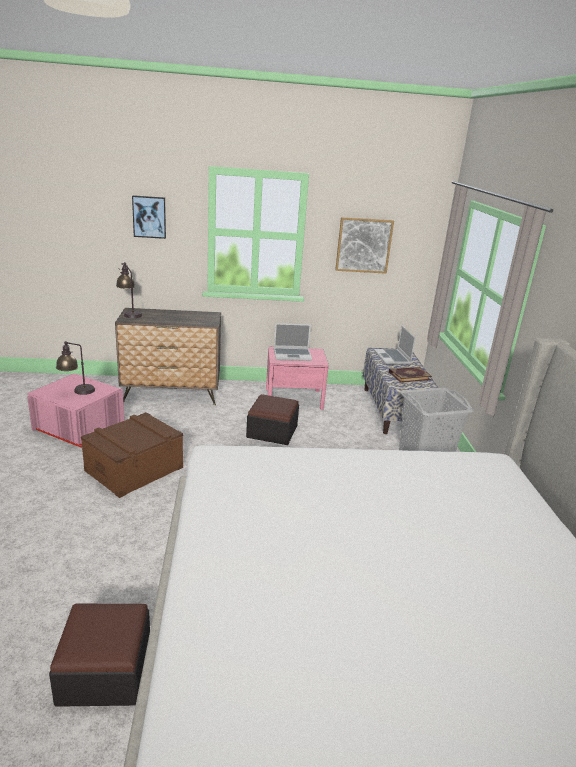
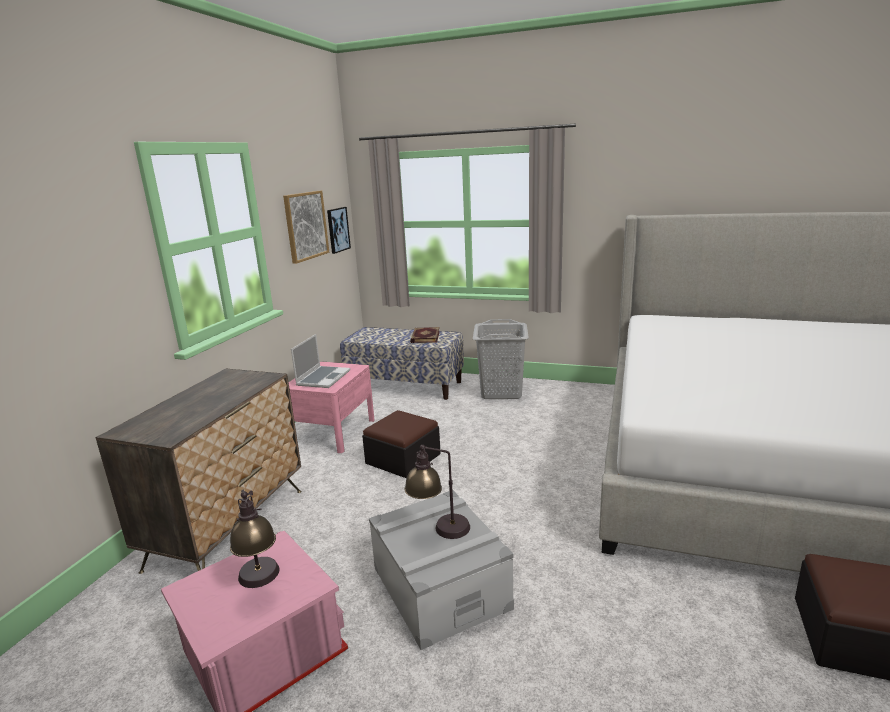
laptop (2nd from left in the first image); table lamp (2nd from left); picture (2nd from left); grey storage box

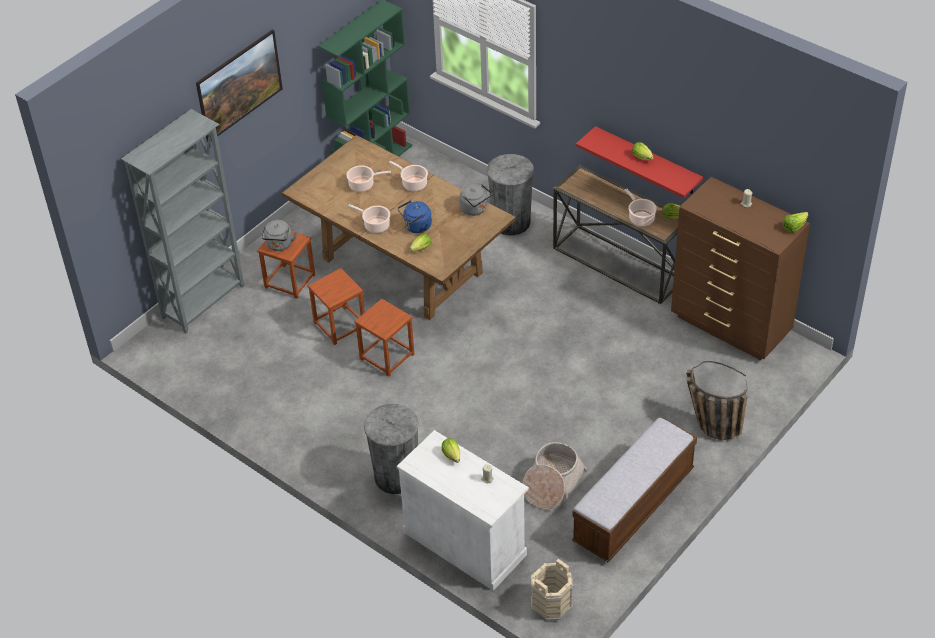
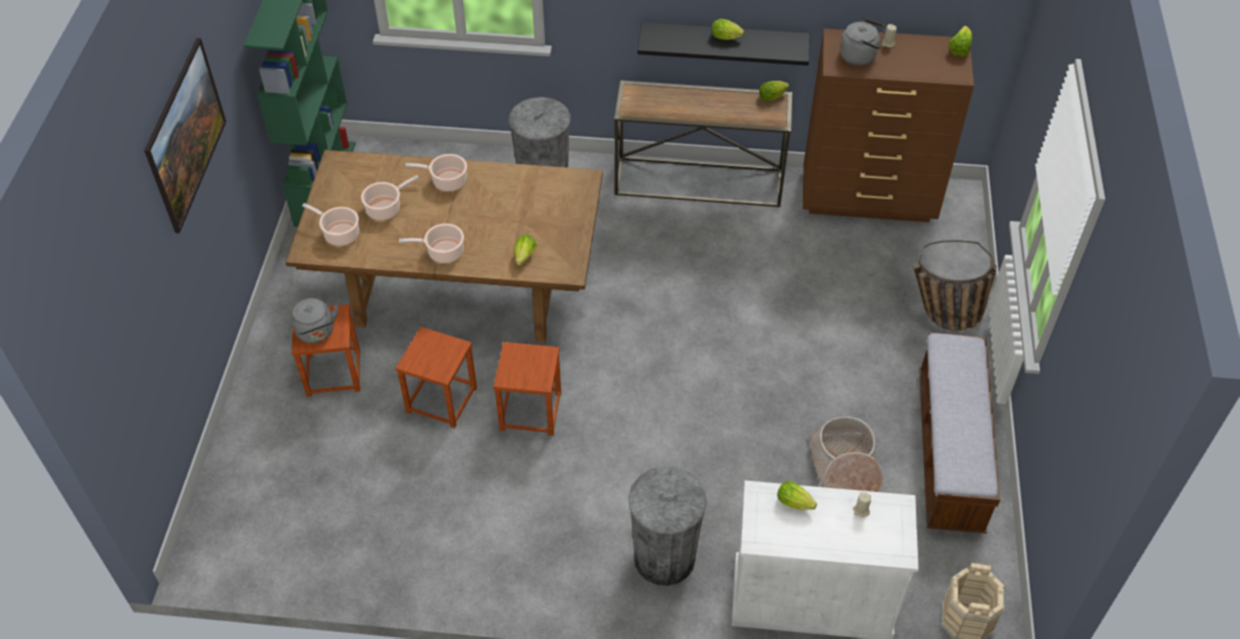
grey bookcase; blue kettle; grey kettle (2nd from left); cooking pot (1st from left); black shelf

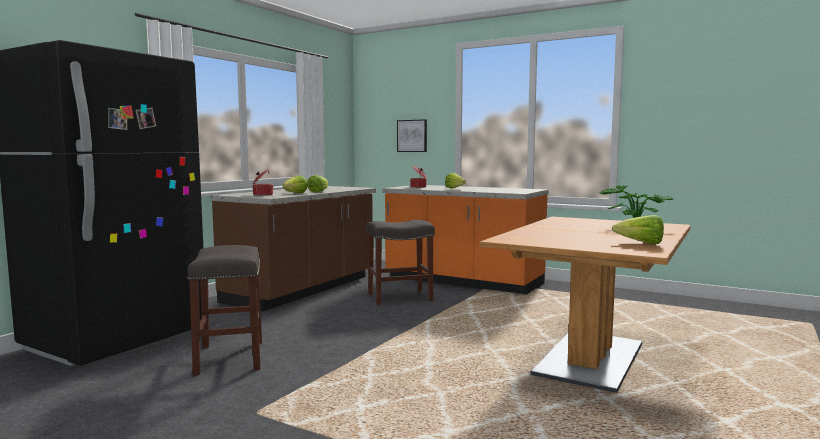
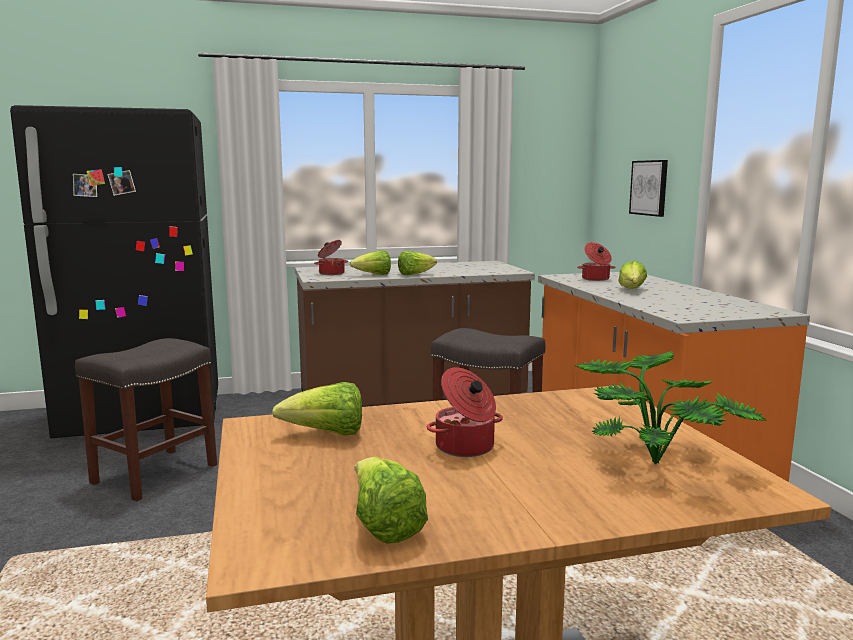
lettuce (1st from left); cooking pot (2nd from left)

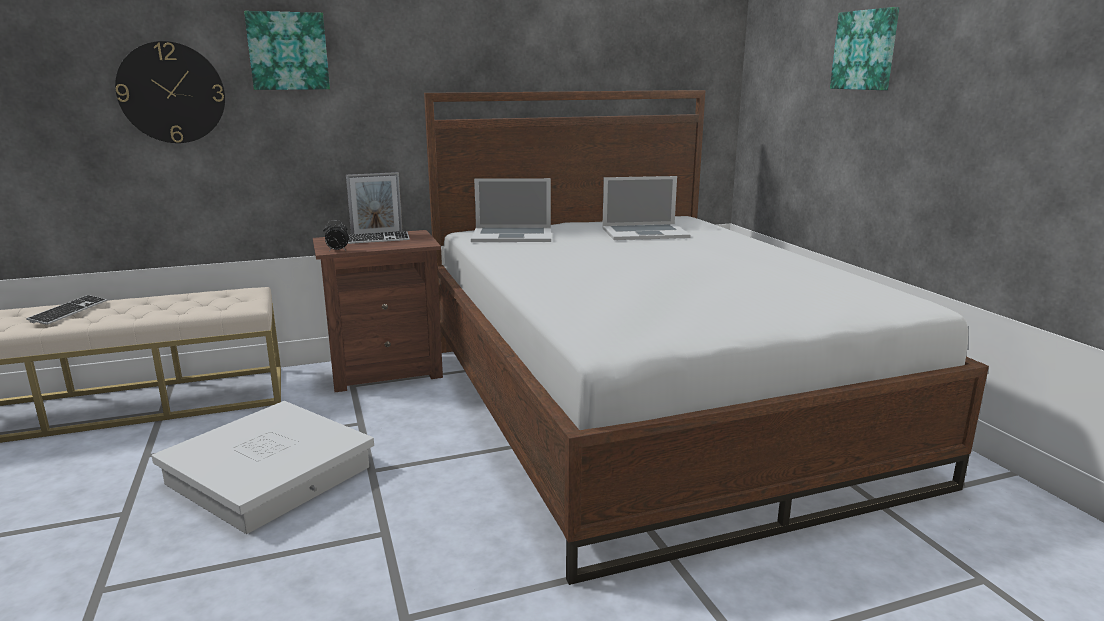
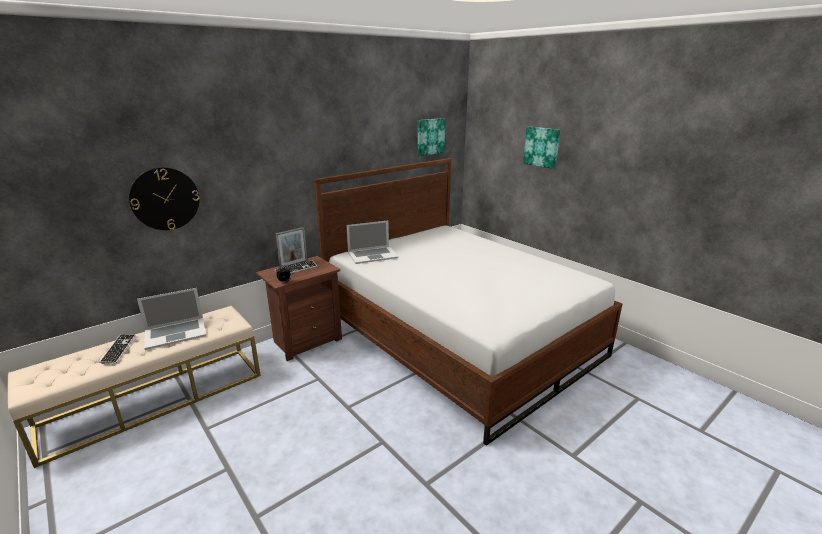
white storage box; picture (1st from left); laptop (1st from left)

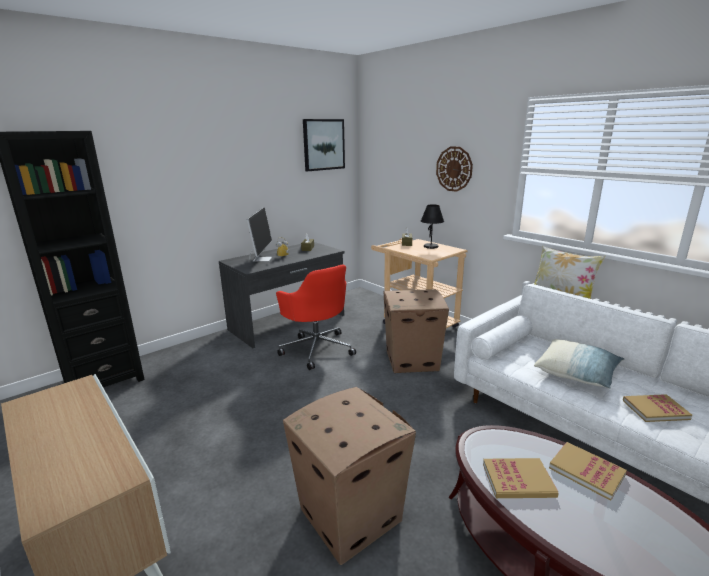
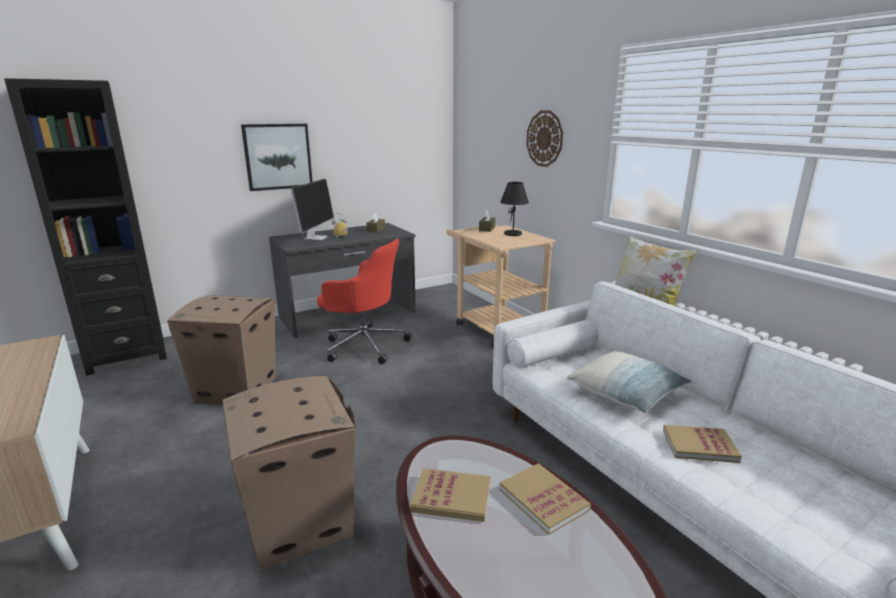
picture; cardboard box (1st from left); red office chair

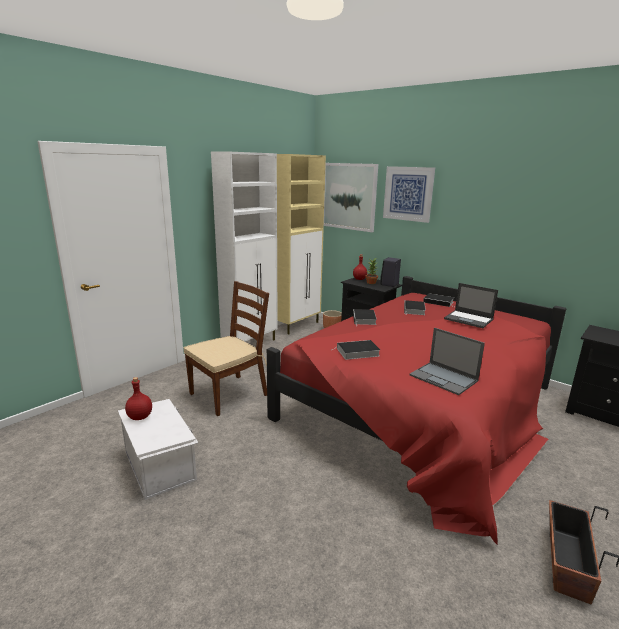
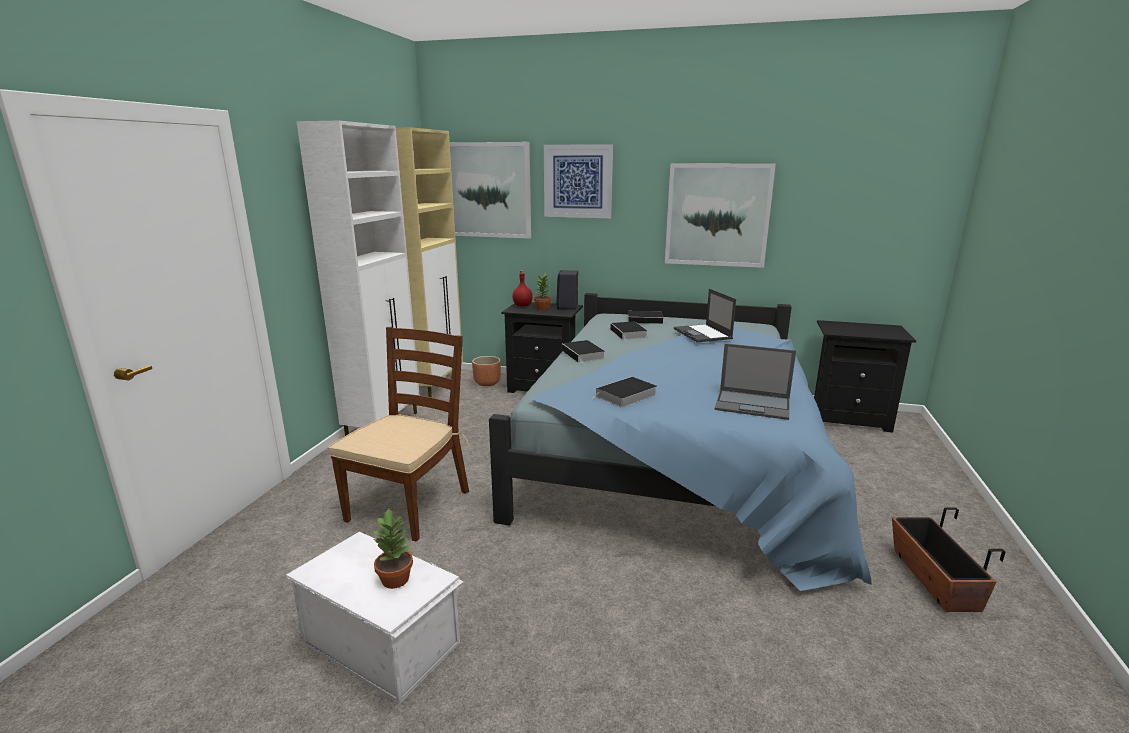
red bottle (1st from left in the first image); potted plant (1st from left); picture (3rd from left); blue bed; laptop (1st from left)

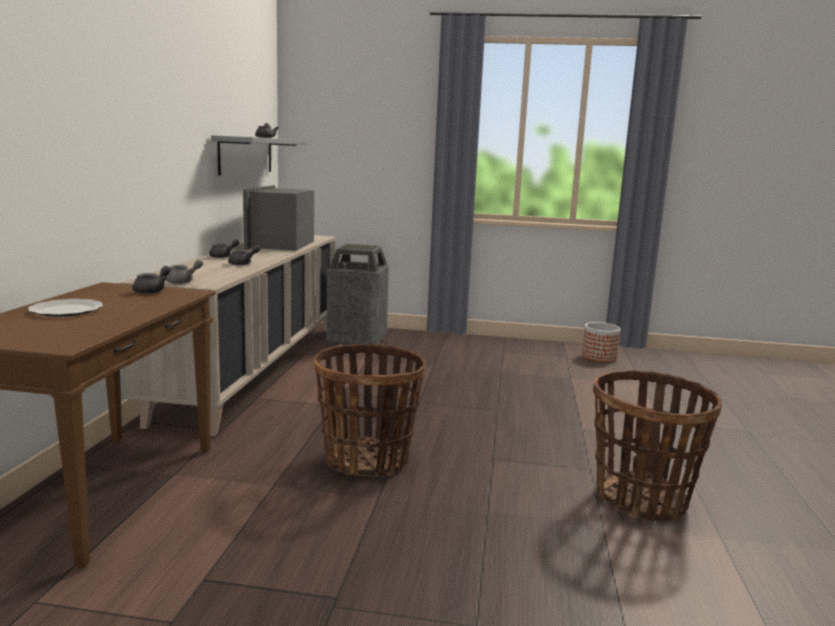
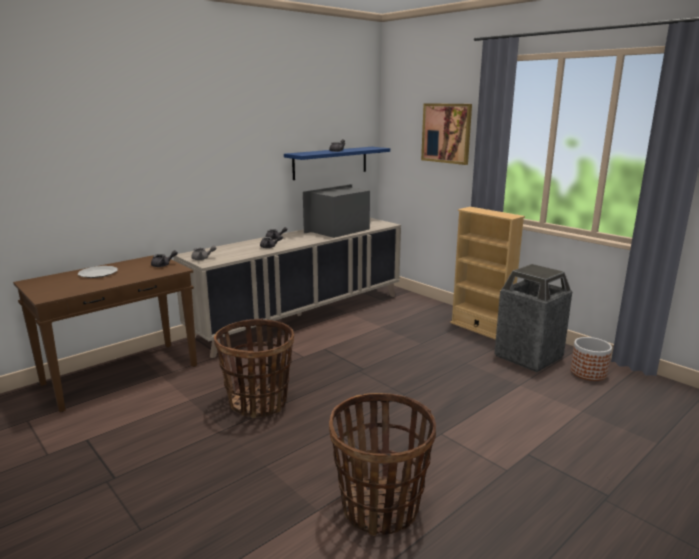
picture; beige bookcase; trash can; blue shelf

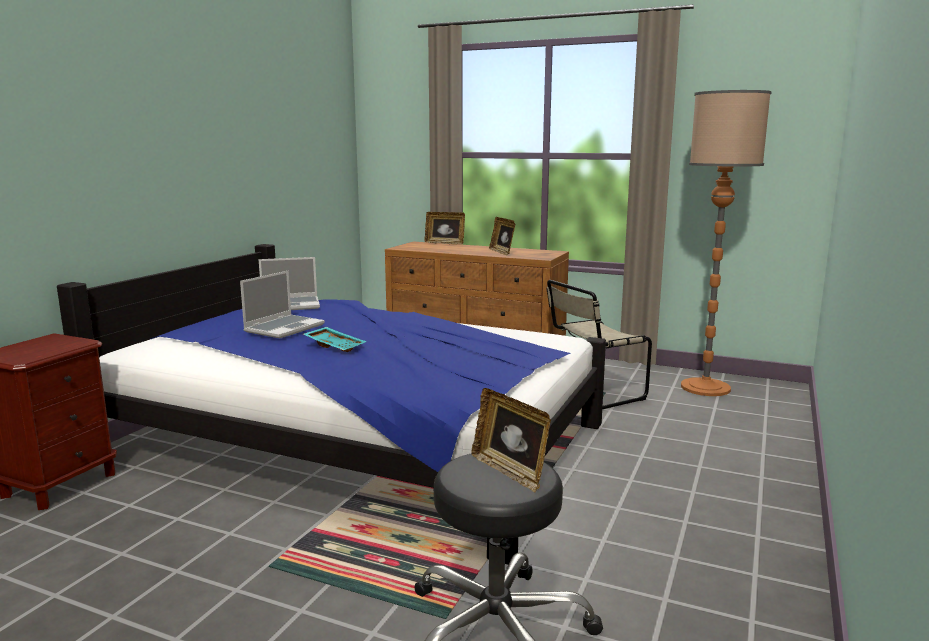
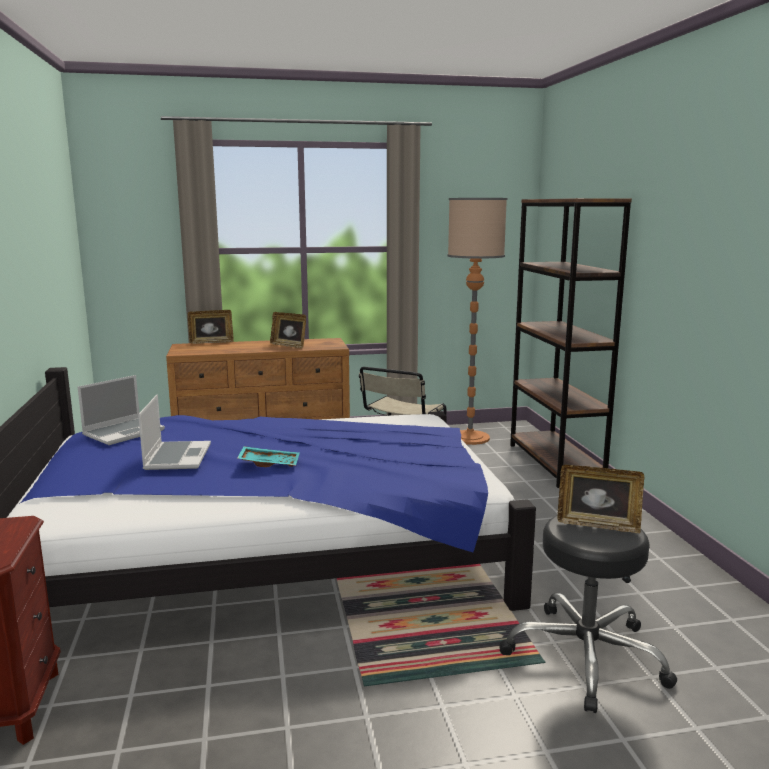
brown bookcase

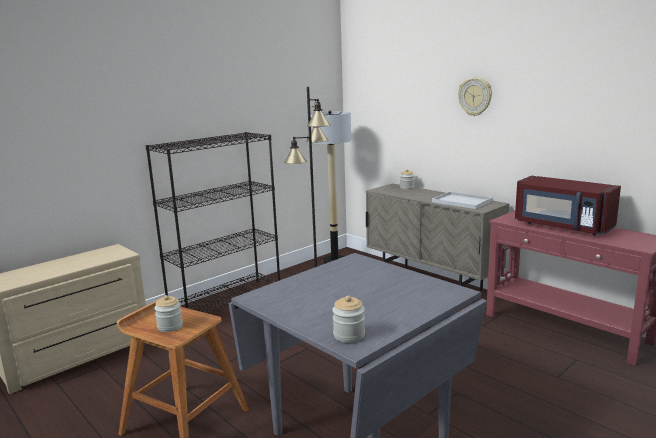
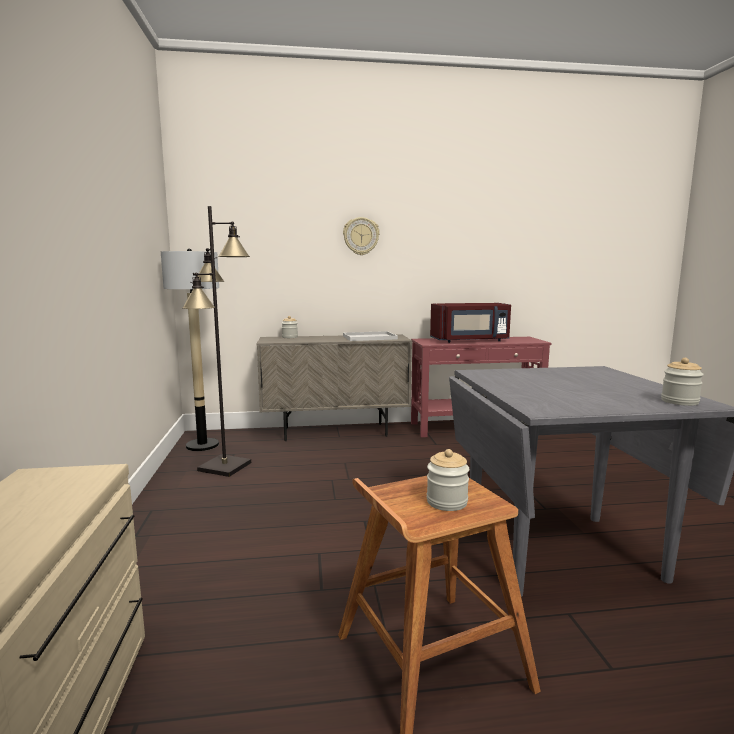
black bookcase

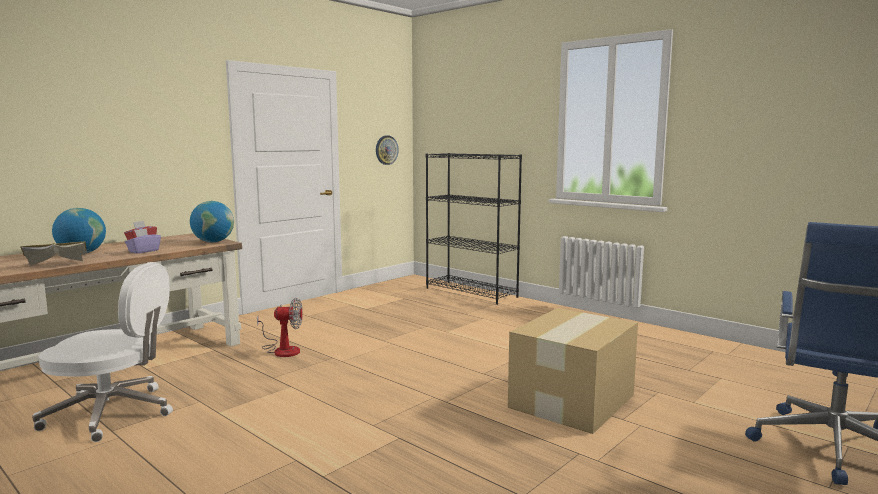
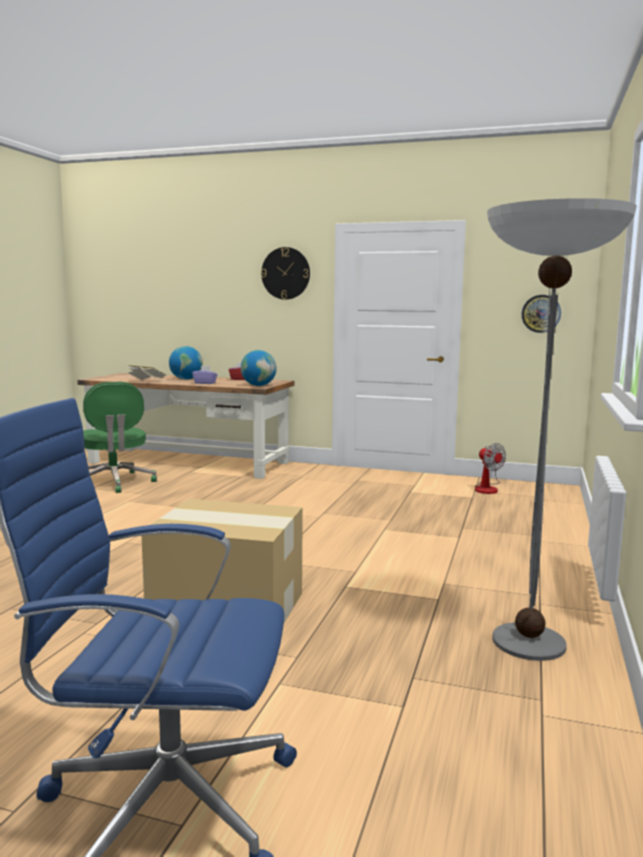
black bookcase; wall clock (1st from left); floor lamp; fan; green office chair

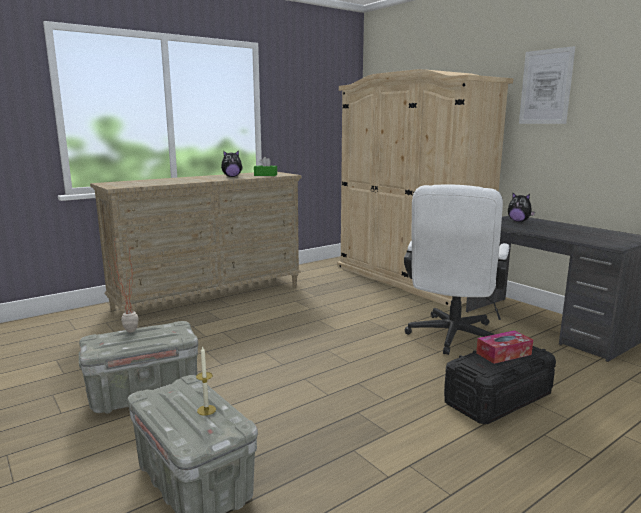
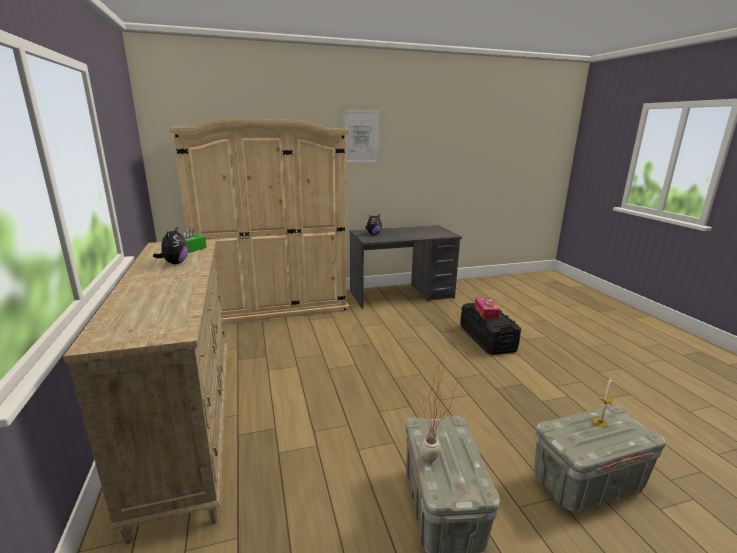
white office chair

